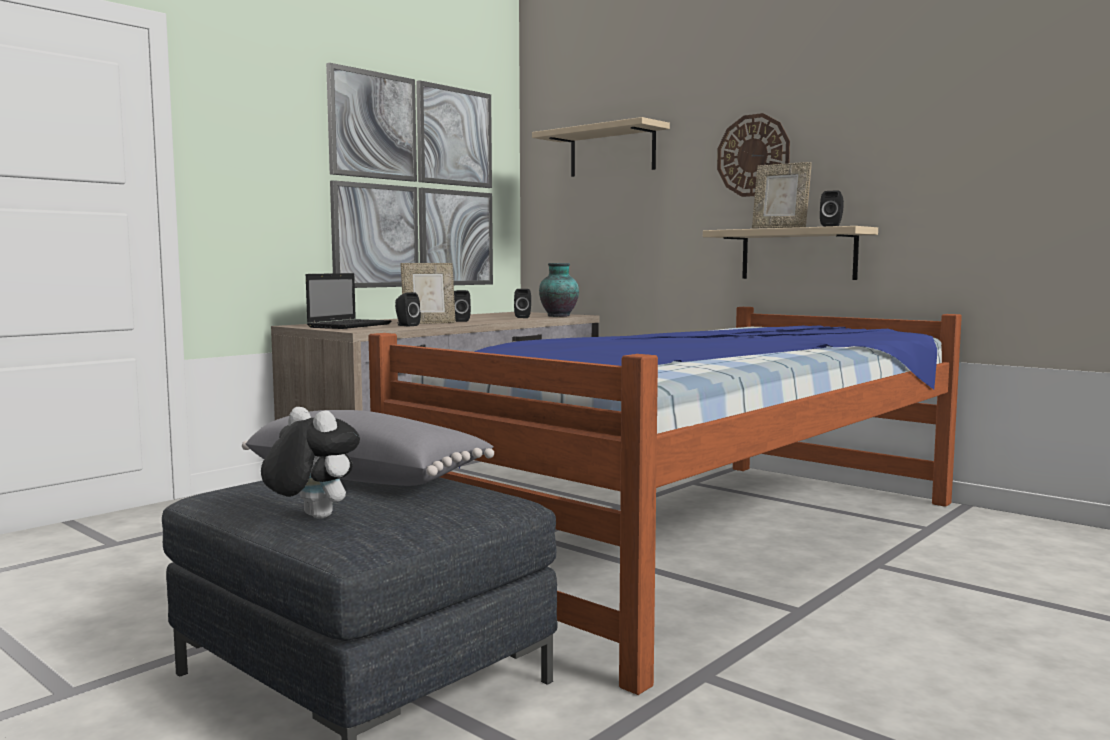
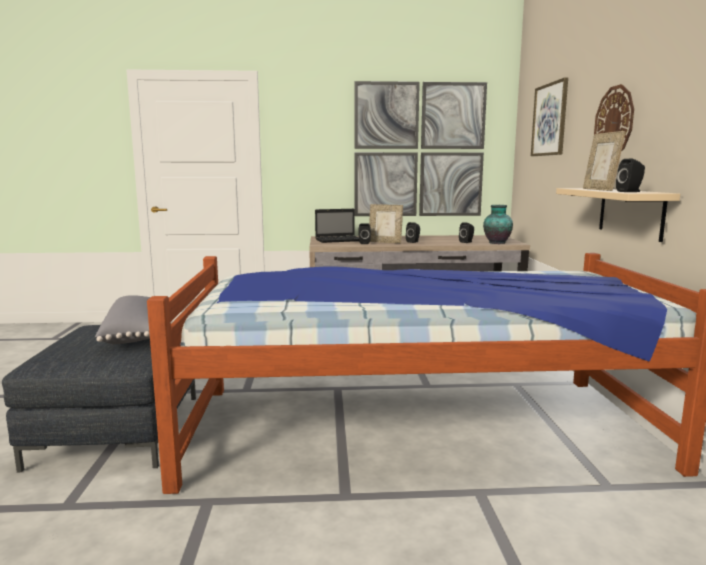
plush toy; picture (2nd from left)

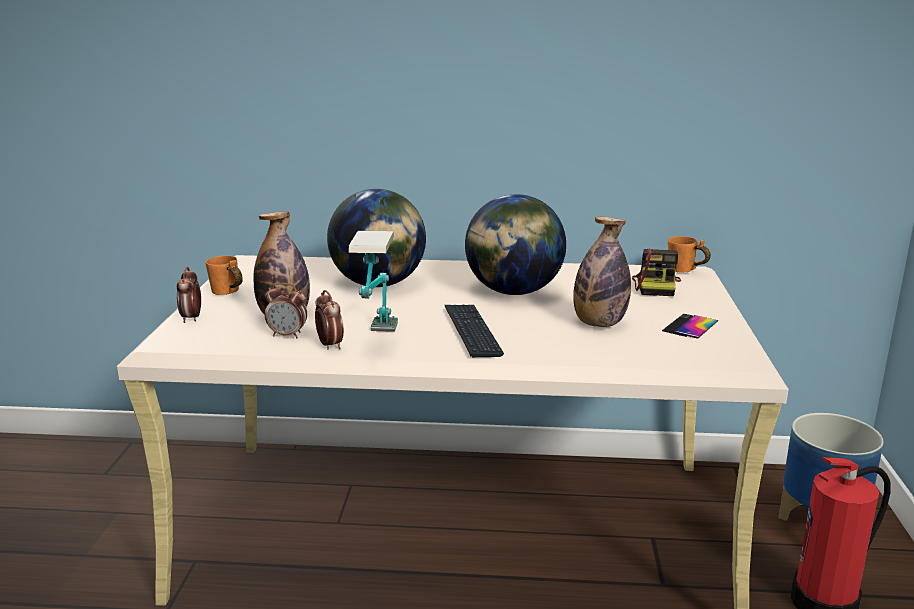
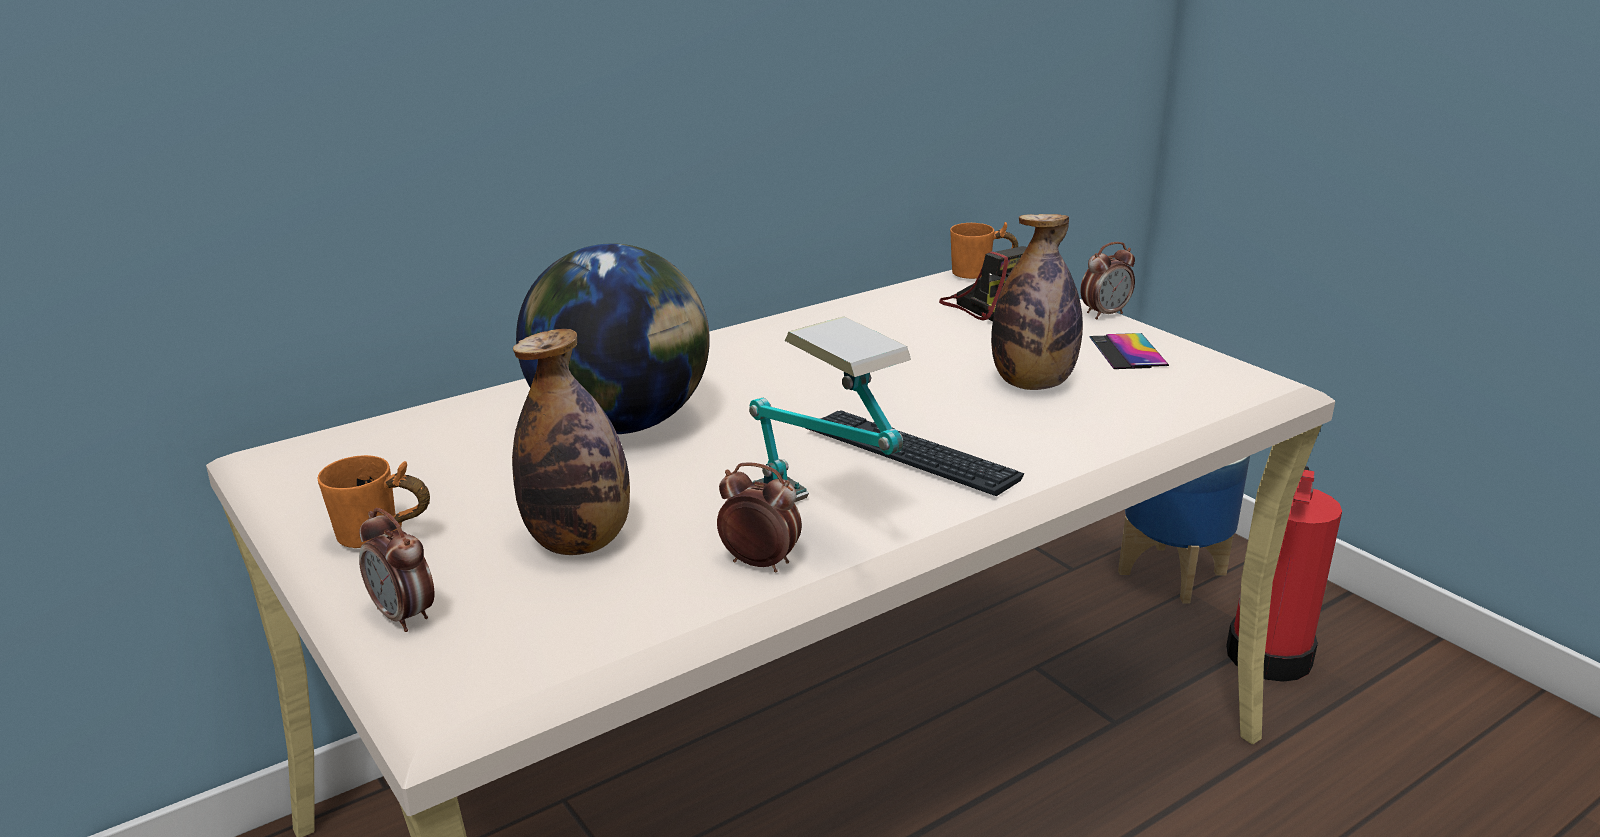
globe (2nd from left in the first image); alarm clock (3rd from left)

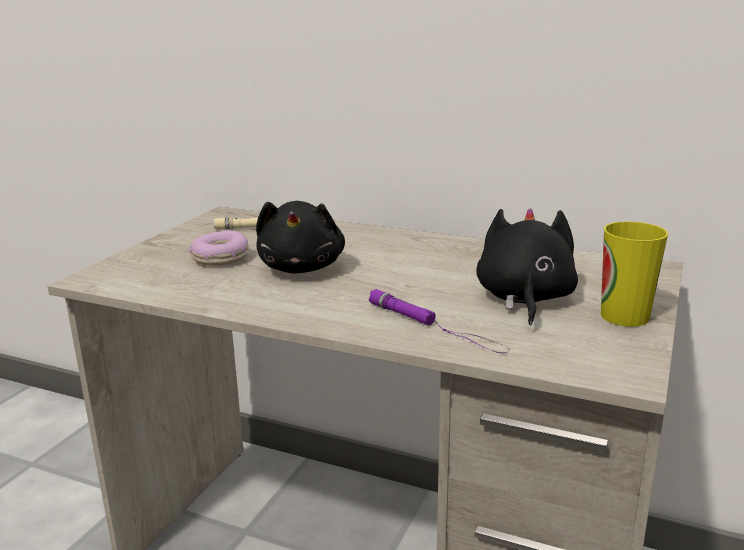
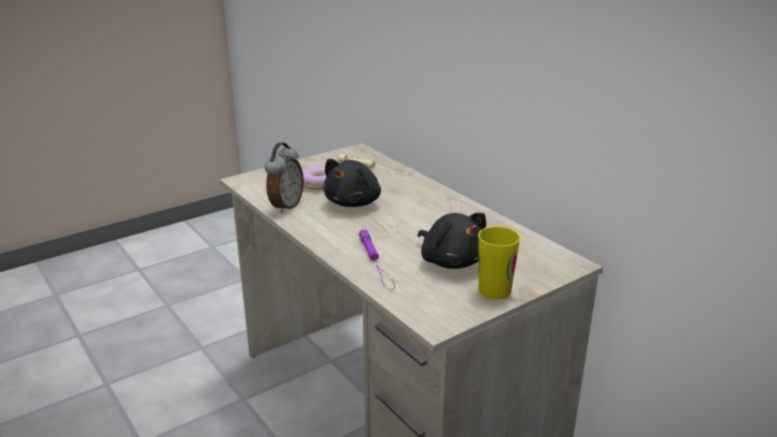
alarm clock; black plush toy (2nd from left)

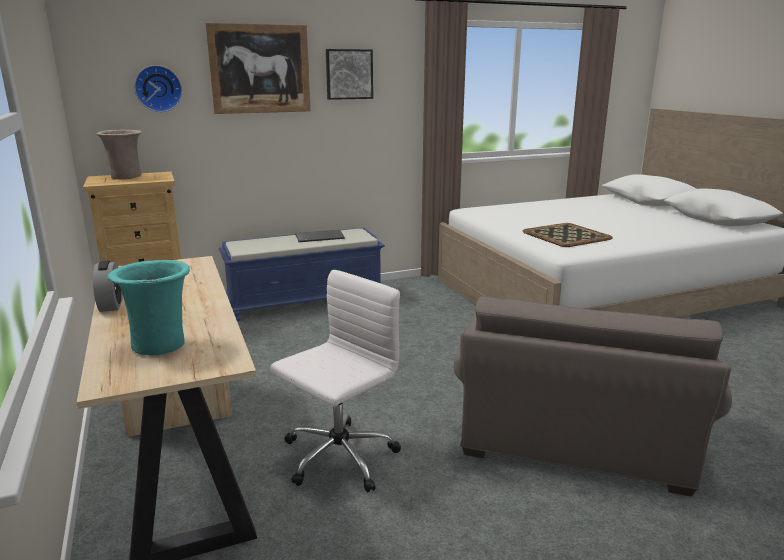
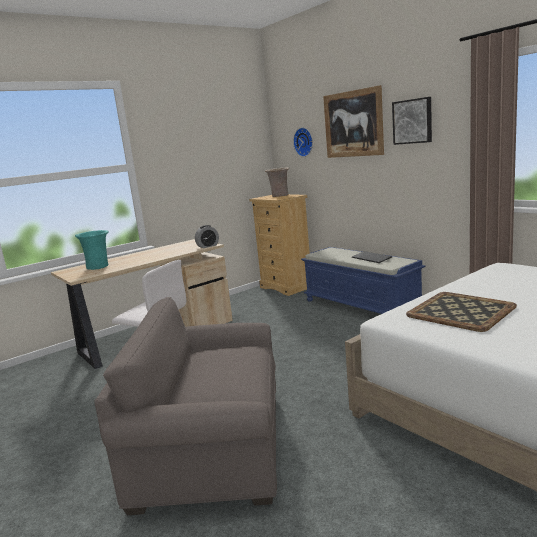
alarm clock

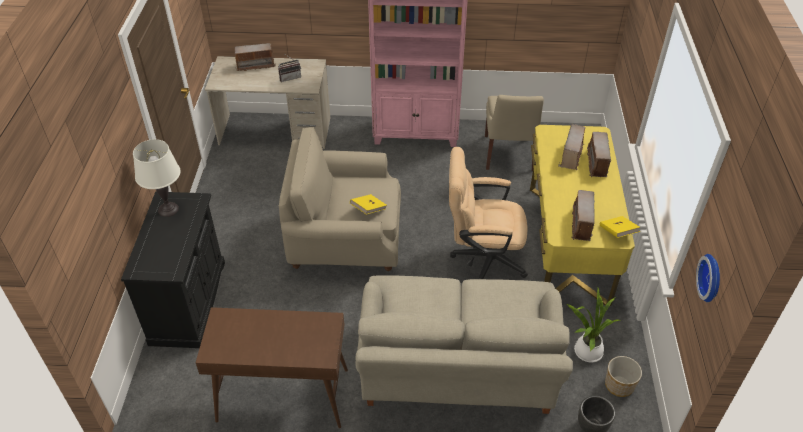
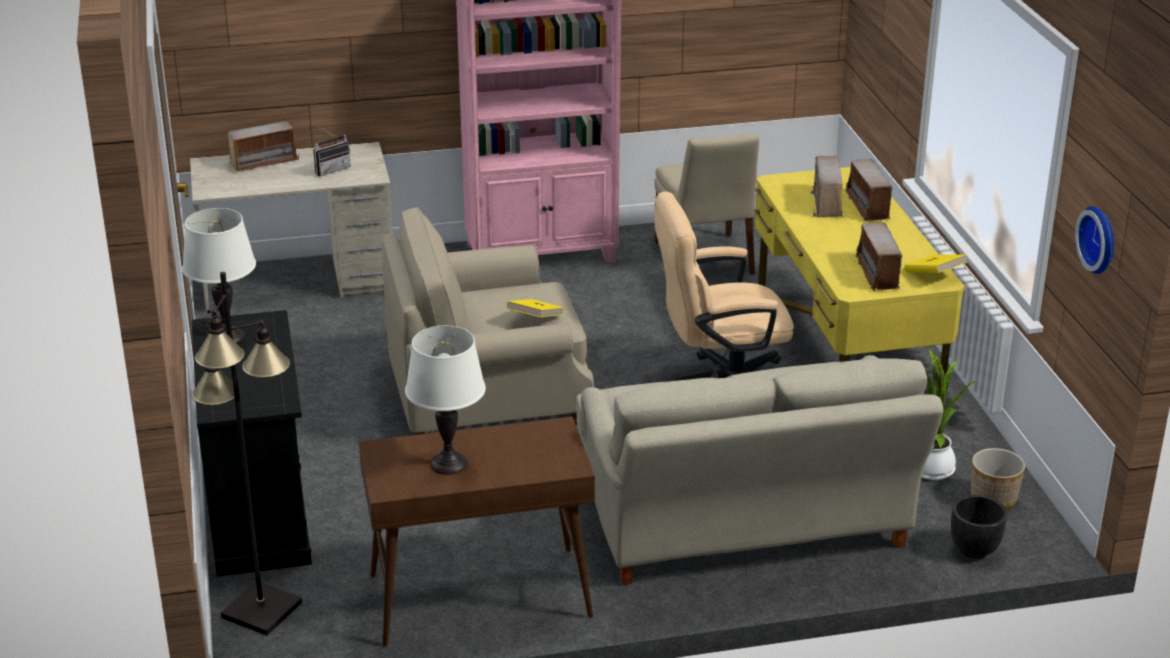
black floor lamp; white table lamp (2nd from left)

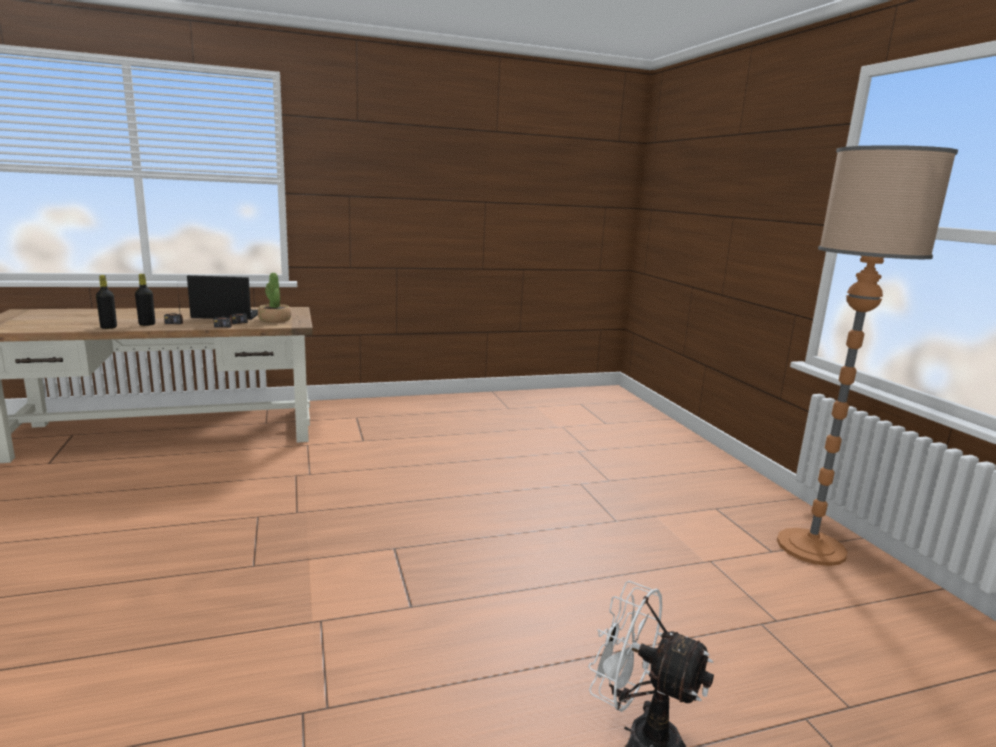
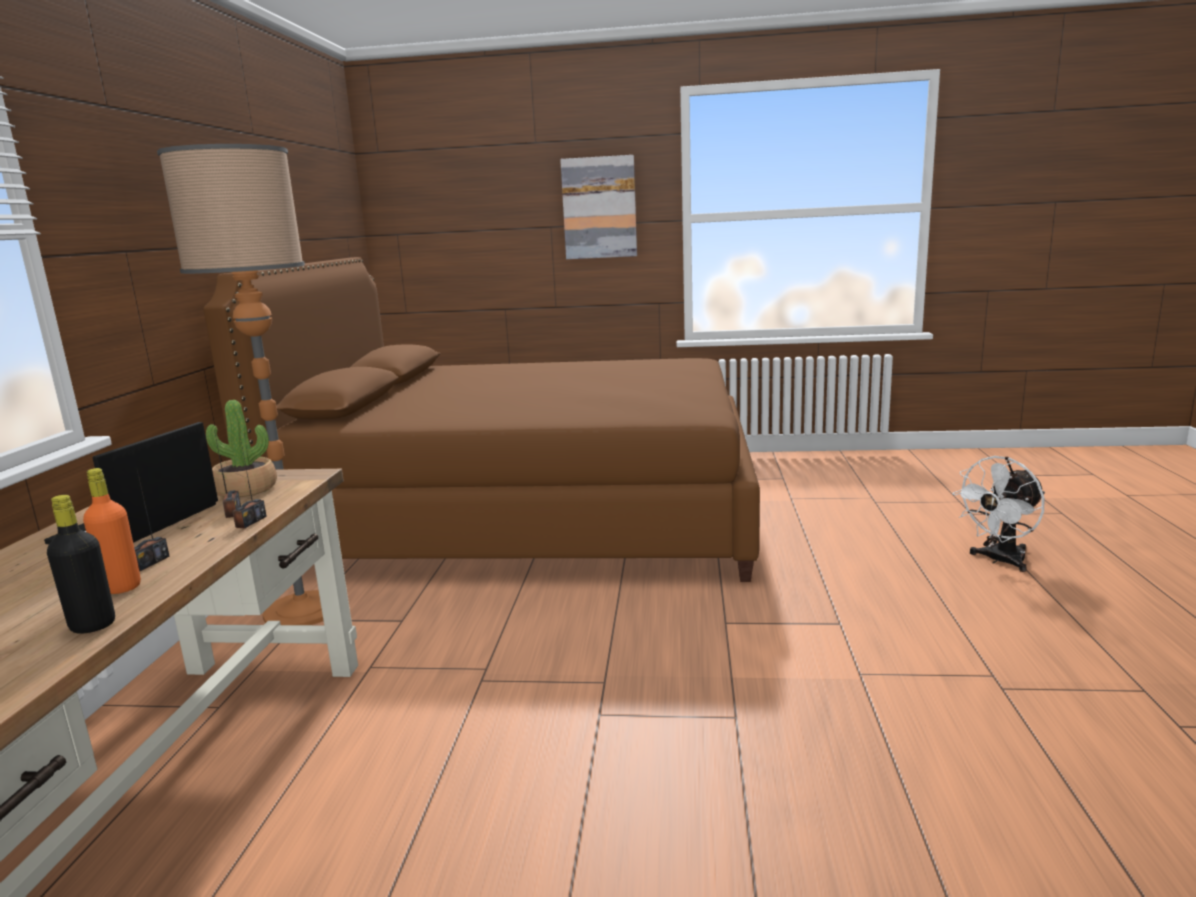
brown bed; picture; floor lamp; orange bottle

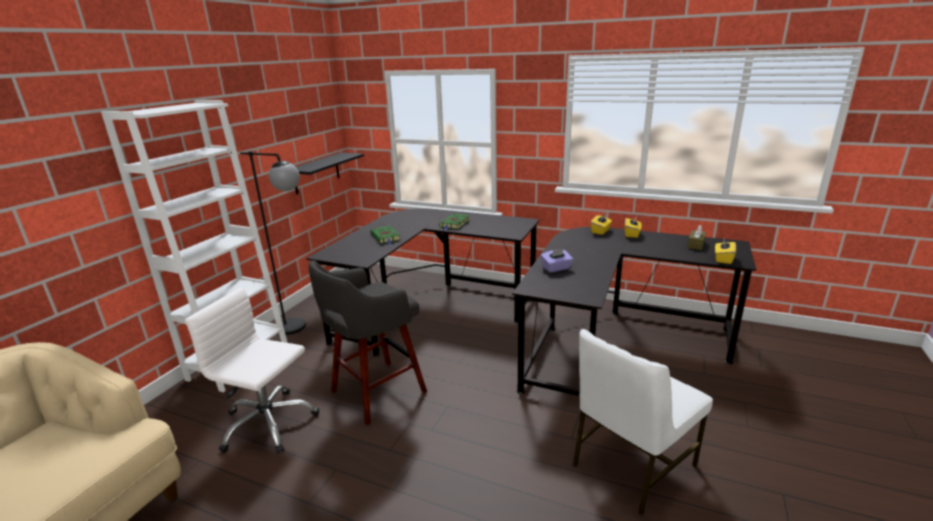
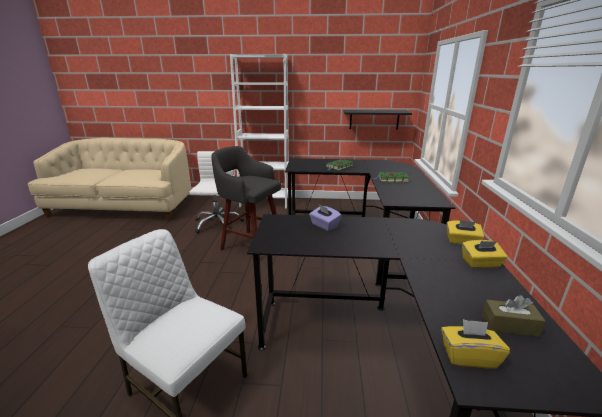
black floor lamp

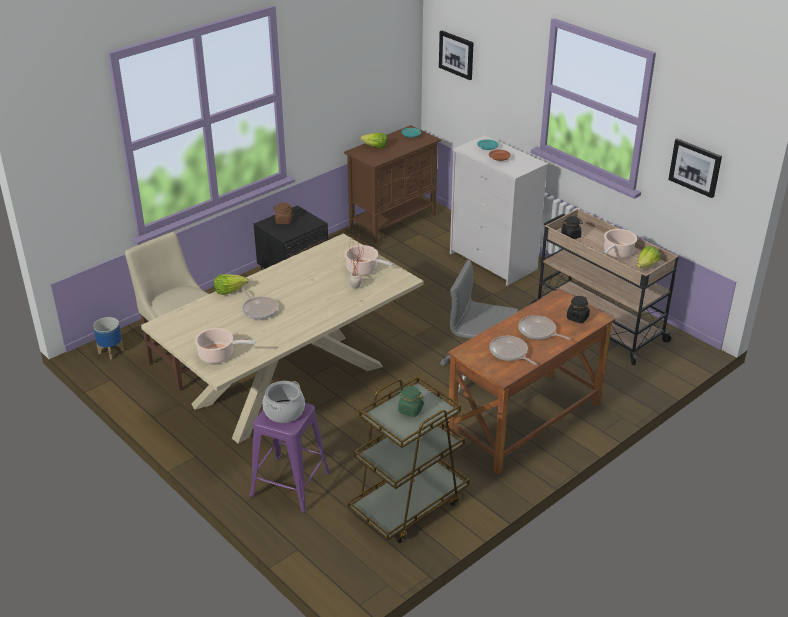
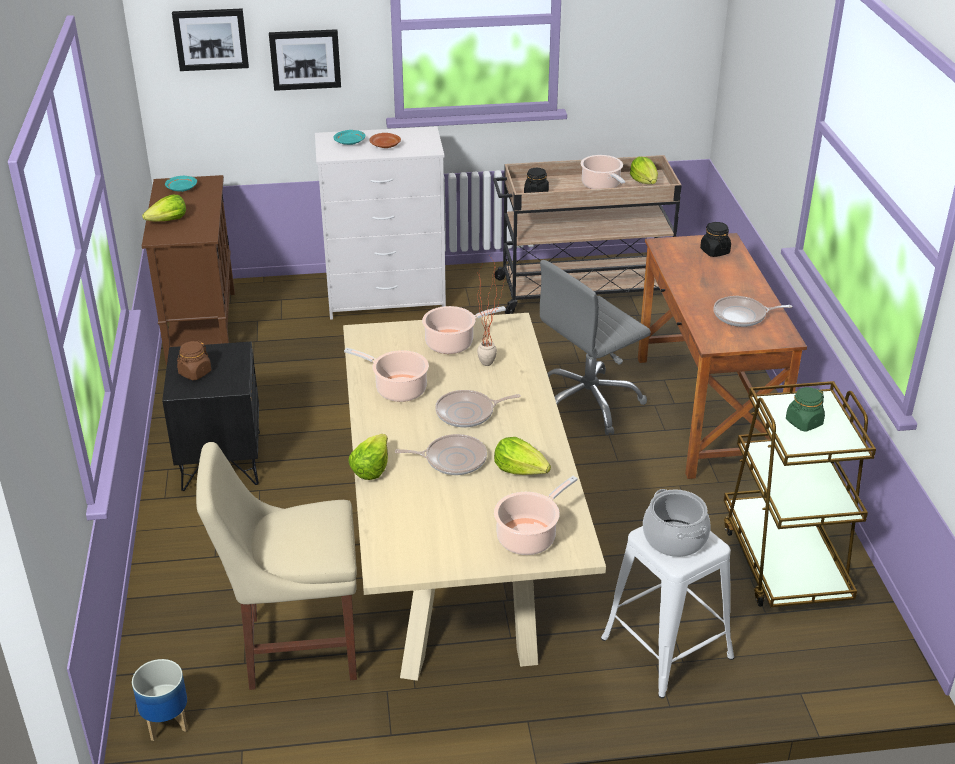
cooking pot (1st from left); lettuce (3rd from left); frying pan (2nd from left); picture (2nd from left); white stool

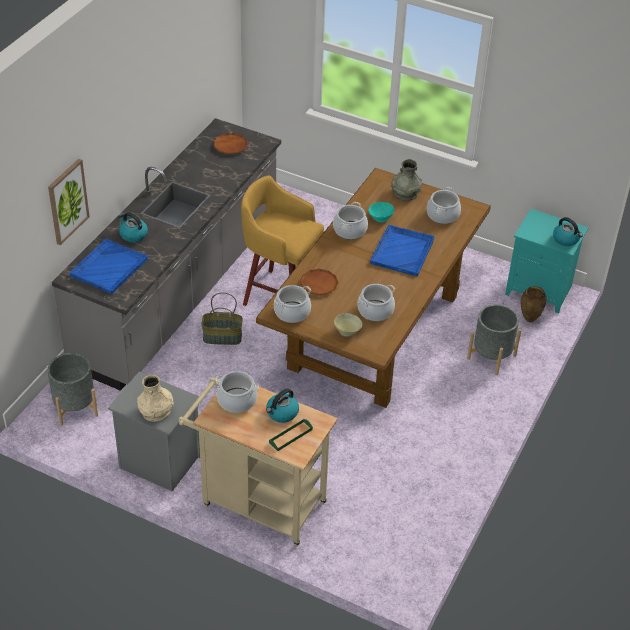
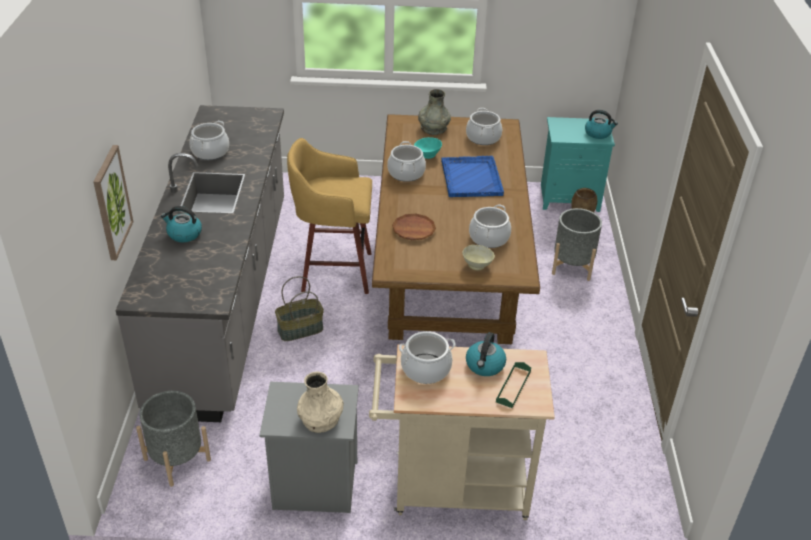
blue tray (1st from left in the first image); brown plate (1st from left in the first image); cooking pot (1st from left)

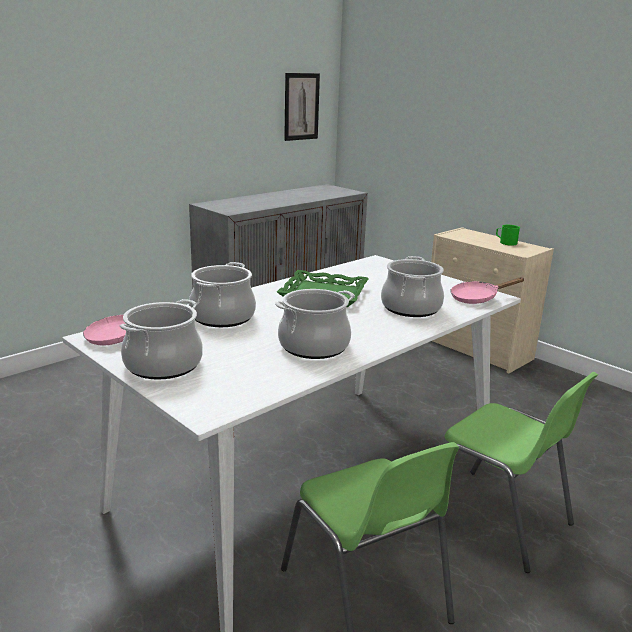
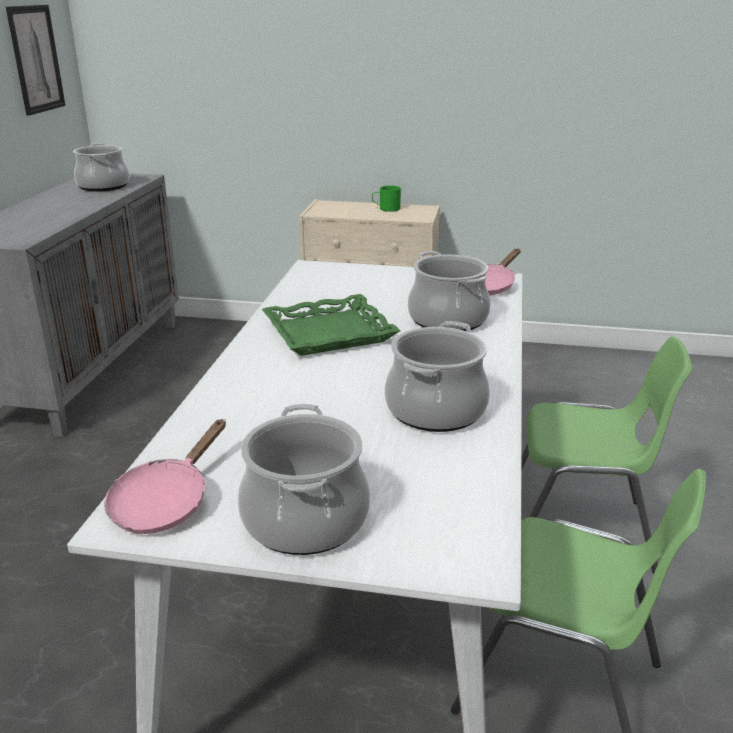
cooking pot (1st from left)

